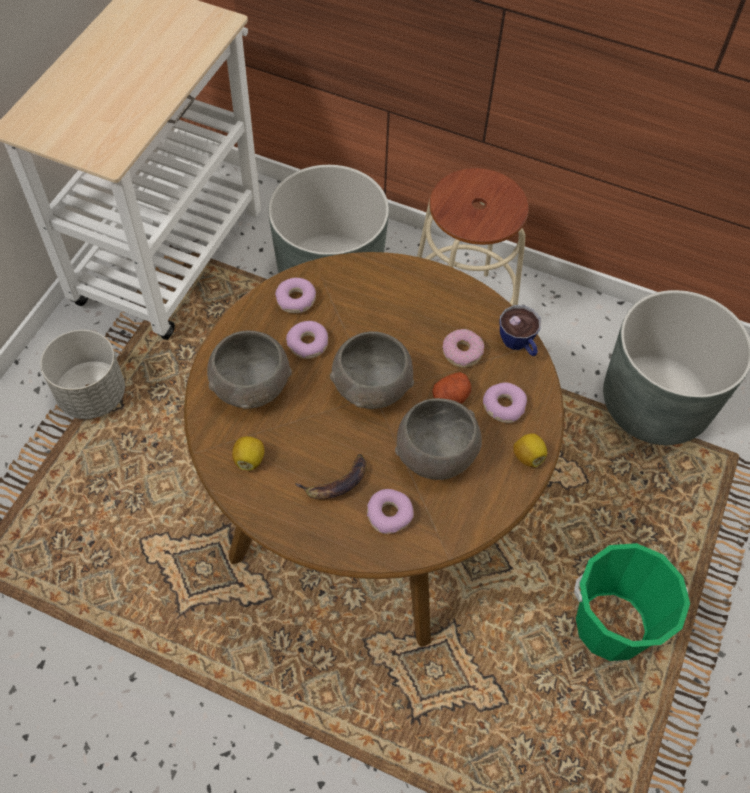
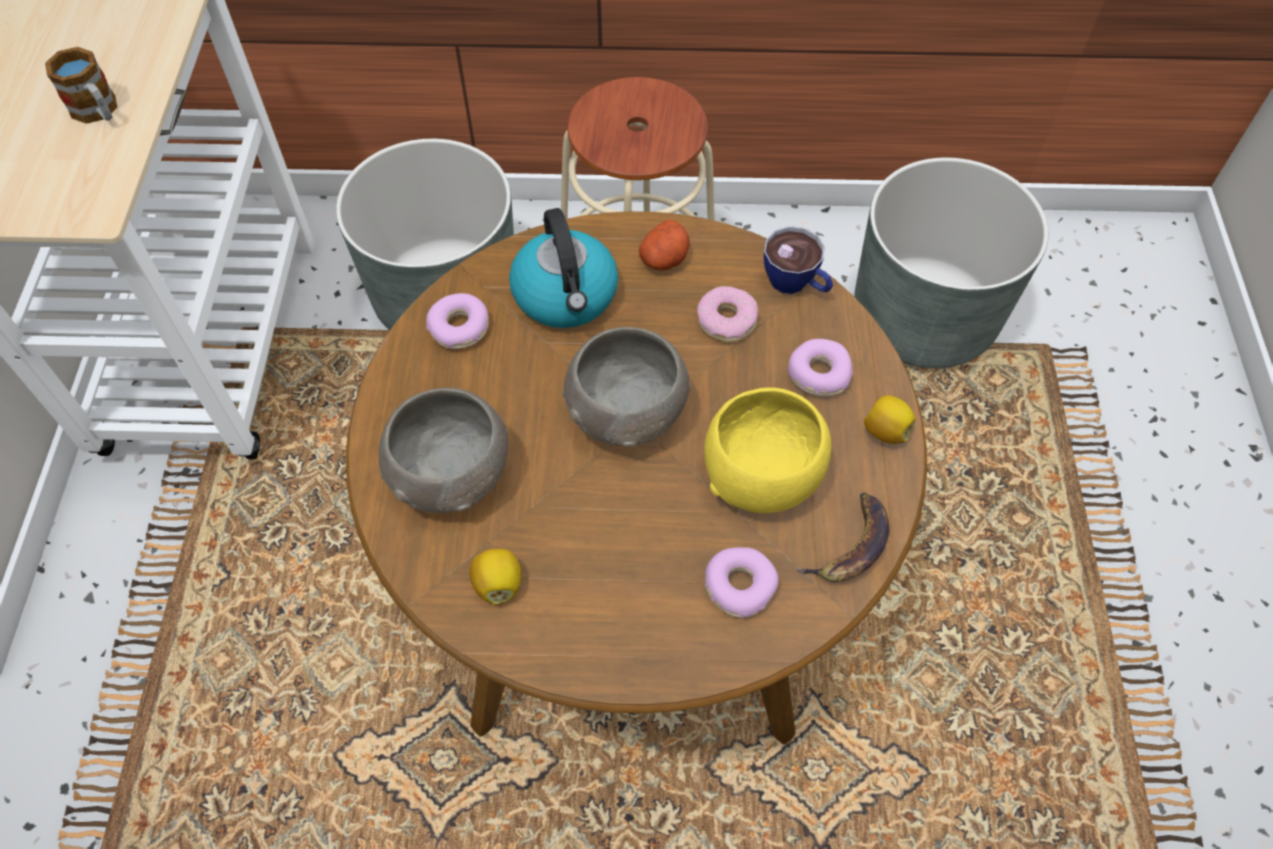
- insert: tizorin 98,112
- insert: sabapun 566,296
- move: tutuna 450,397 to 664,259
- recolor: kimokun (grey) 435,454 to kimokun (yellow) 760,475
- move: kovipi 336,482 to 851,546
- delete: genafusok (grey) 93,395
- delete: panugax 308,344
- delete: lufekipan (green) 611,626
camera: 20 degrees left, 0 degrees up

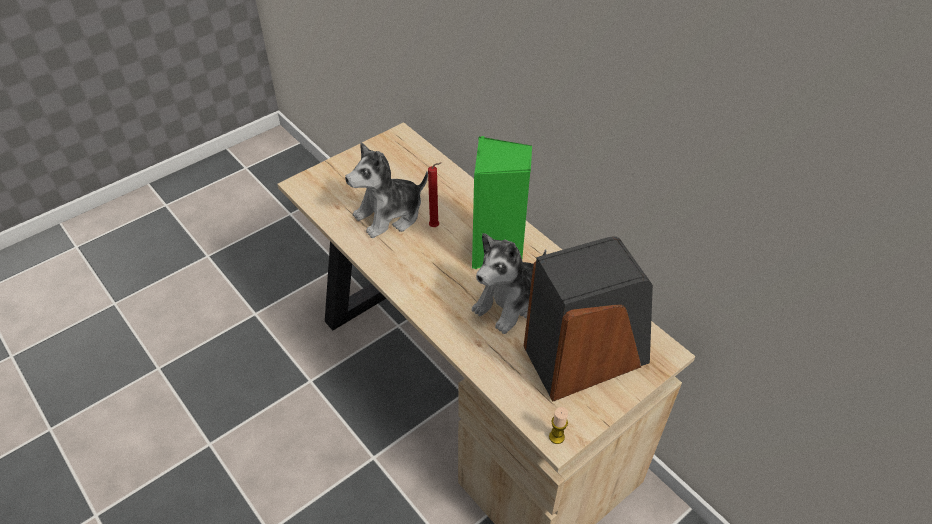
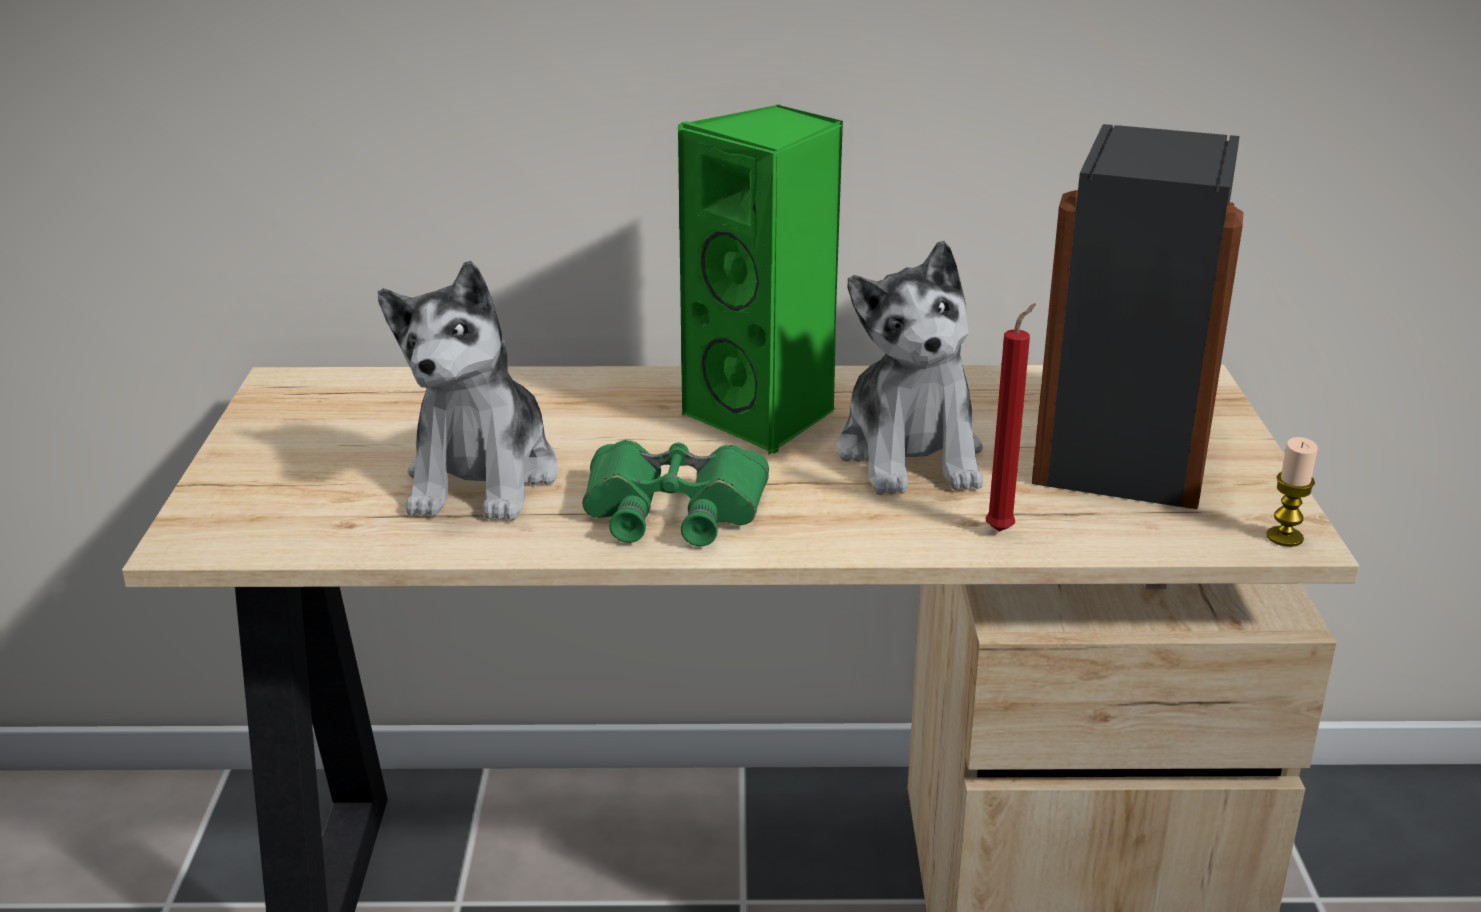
- insert: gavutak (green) 673,510
- move: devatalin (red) 436,227 to 1002,530
camera: 50 degrees left, 20 degrees down

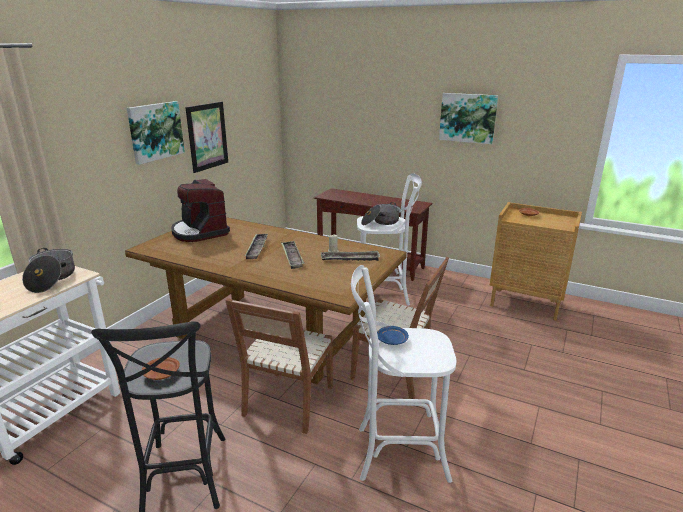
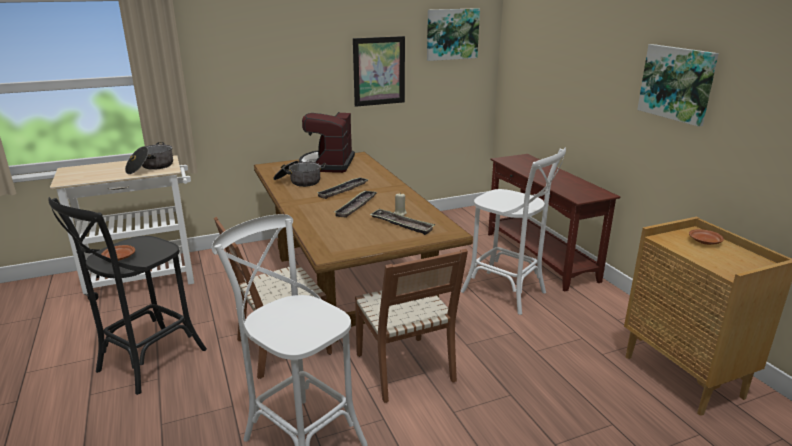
- move: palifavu 380,222 to 299,181
- move: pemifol 155,131 to 452,34
- delete: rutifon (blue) 392,340
camera: 40 degrees right, 0 degrees up

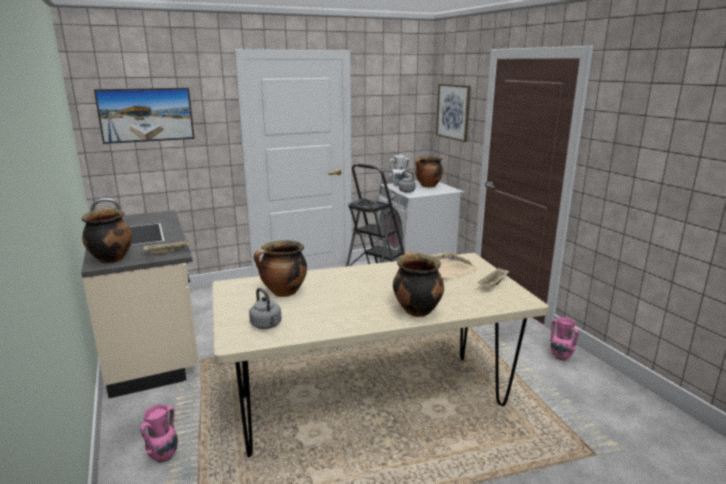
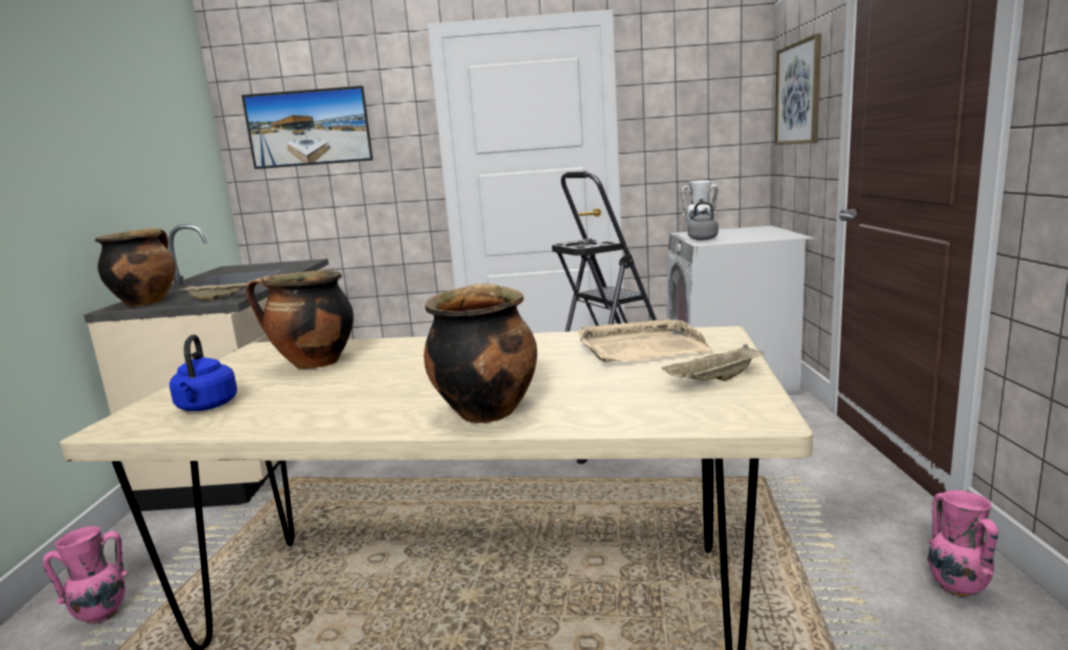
- recolor: sabapun (grey) 267,325 to sabapun (blue) 206,407
- delete: palifavu 428,186
camera: 25 degrees right, 5 degrees down

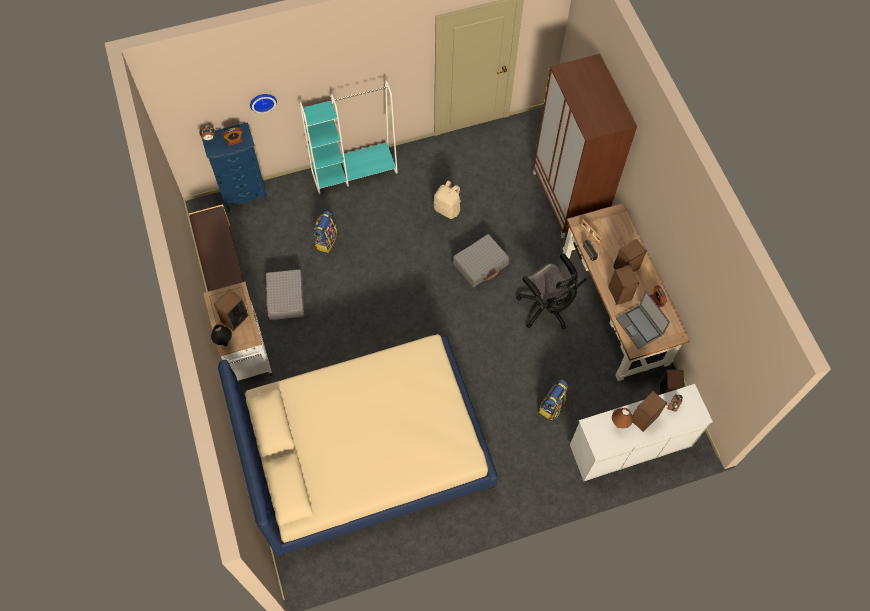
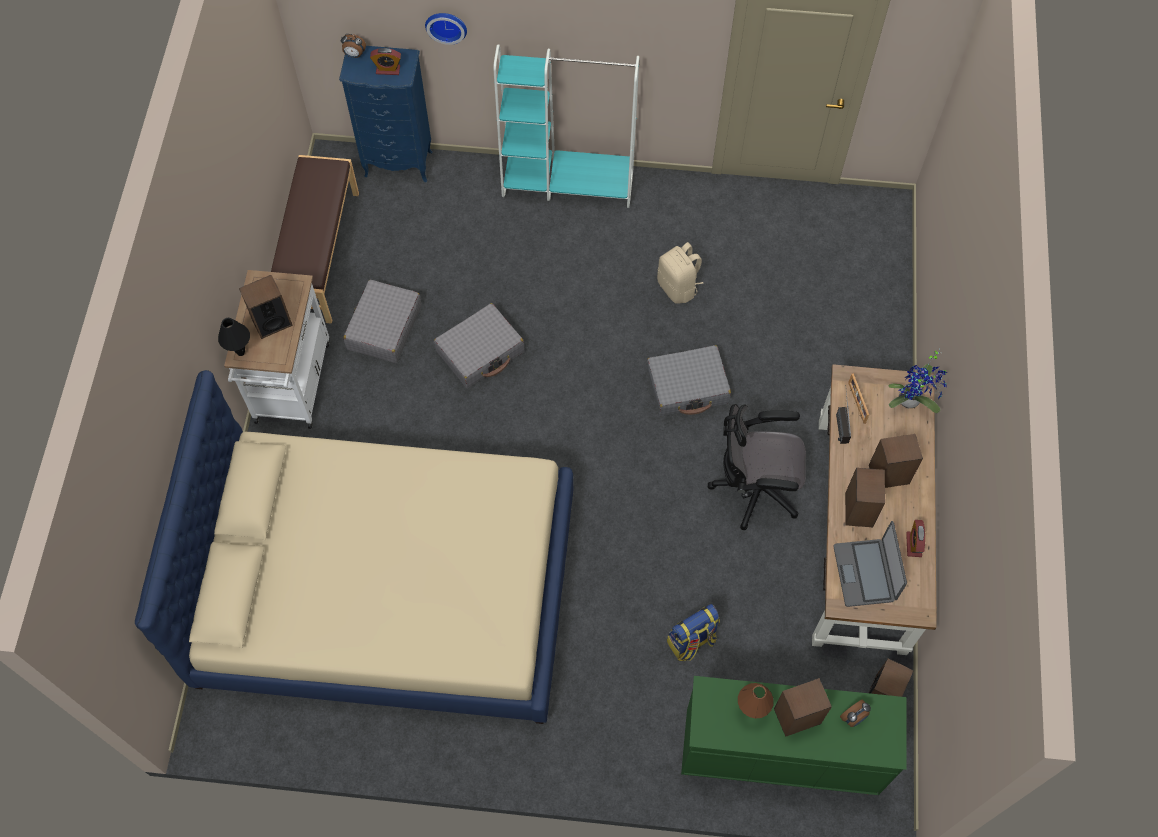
- insert: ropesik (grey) 480,352
- recolor: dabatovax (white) 629,448 to dabatovax (green) 779,755
- rotate: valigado 546,307 = 755,489 105 degrees clockwise
- insert: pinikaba 911,401
- delete: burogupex 326,240
- delete: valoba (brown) 568,199
camera: 25 degrees right, 0 degrees up

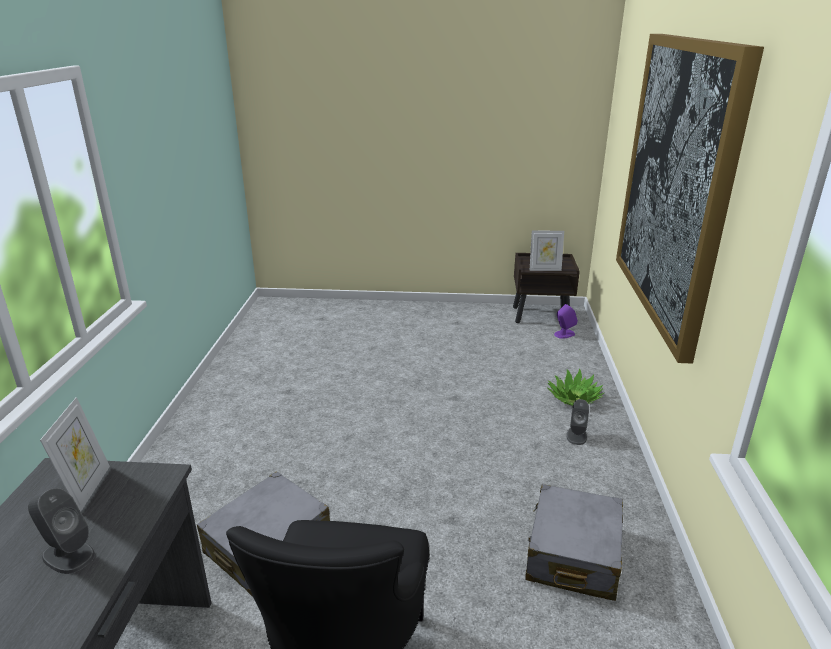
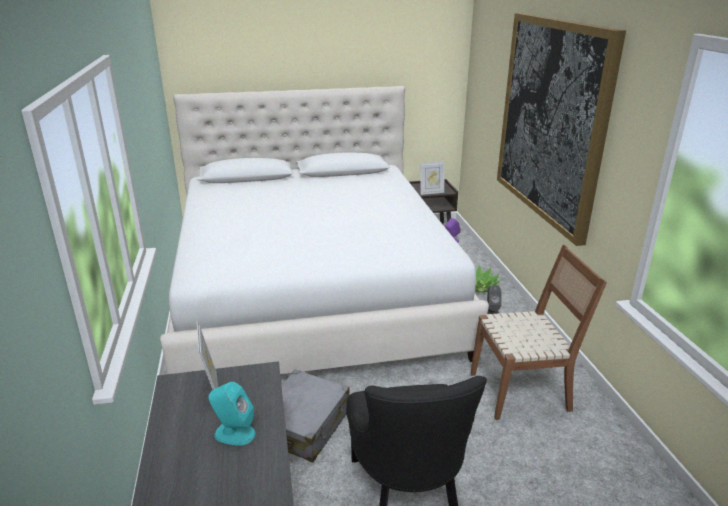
- insert: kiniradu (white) 313,290
- recolor: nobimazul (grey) 68,555 to nobimazul (turquoise) 234,433
- replace: ropesik (grey) 573,555 to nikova 523,391
camera: 15 degrees left, 0 degrees up

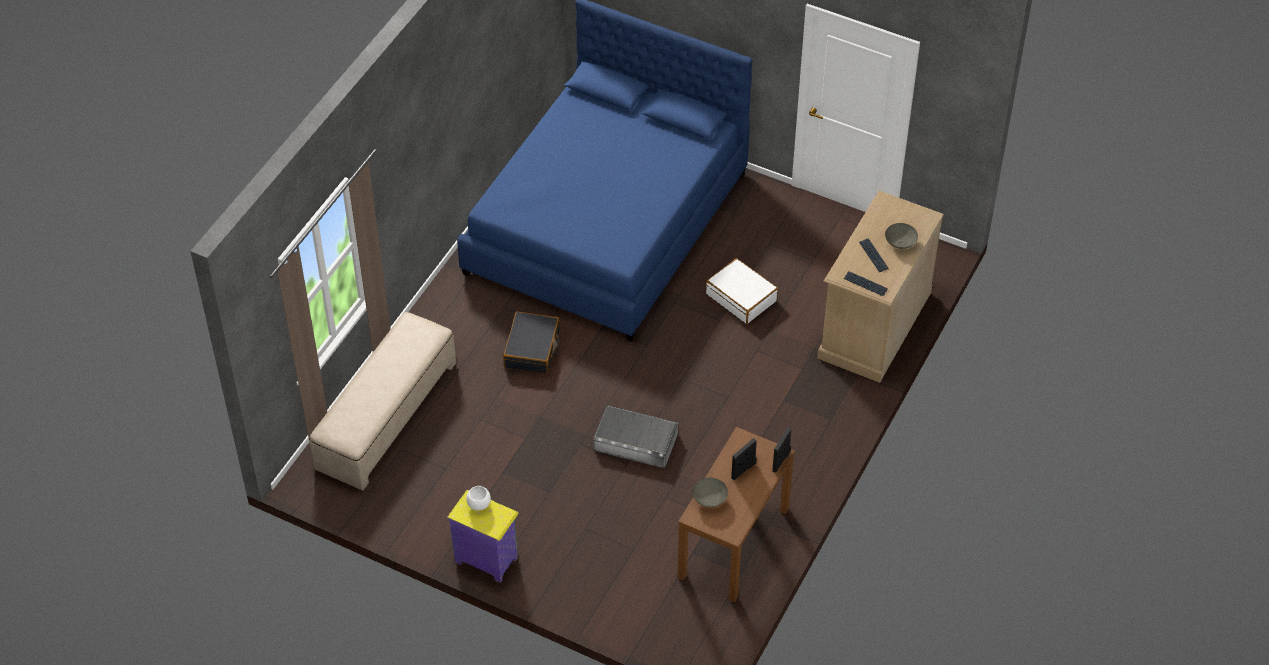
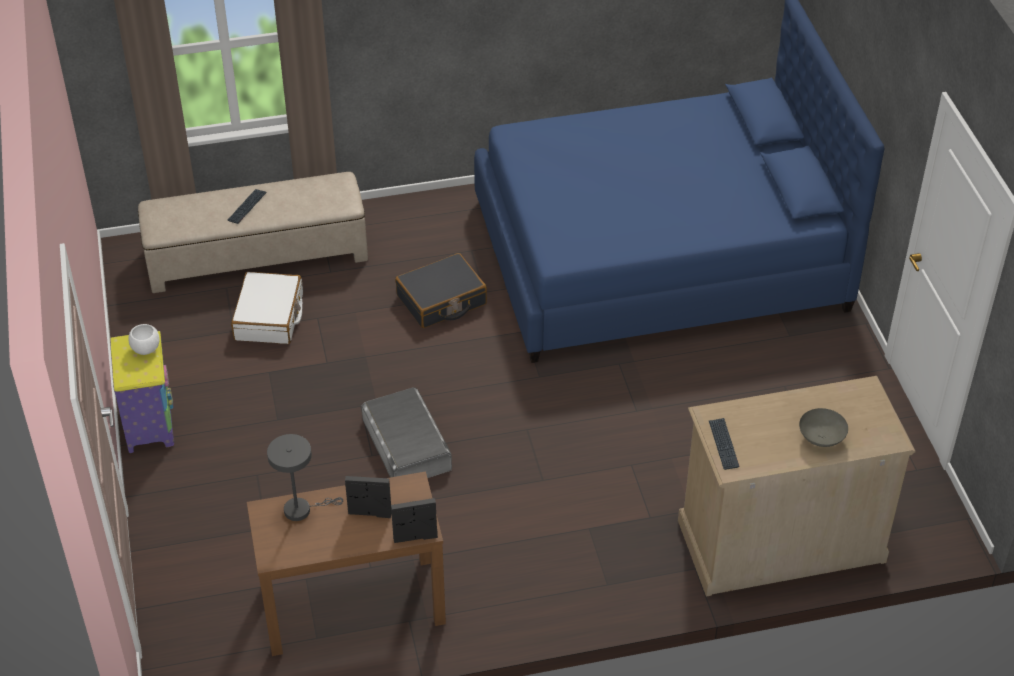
- move: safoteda 873,255 to 247,207
- move: ropesik (white) 741,297 to 269,317
- replace: kimokun (grey) 709,499 to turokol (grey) 302,509
camera: 50 degrees right, 5 degrees down

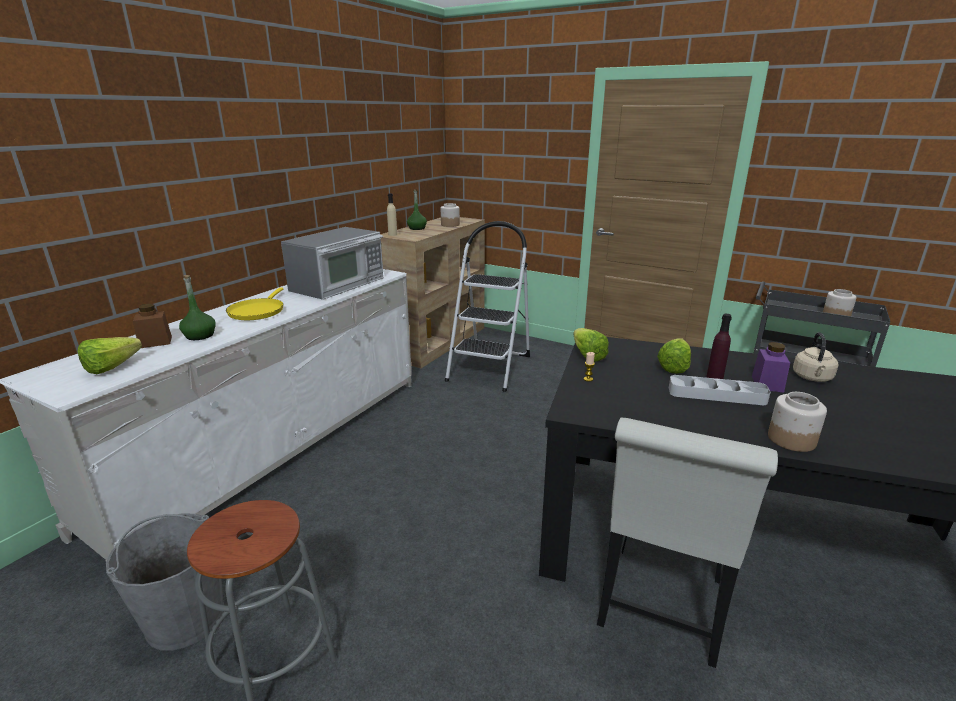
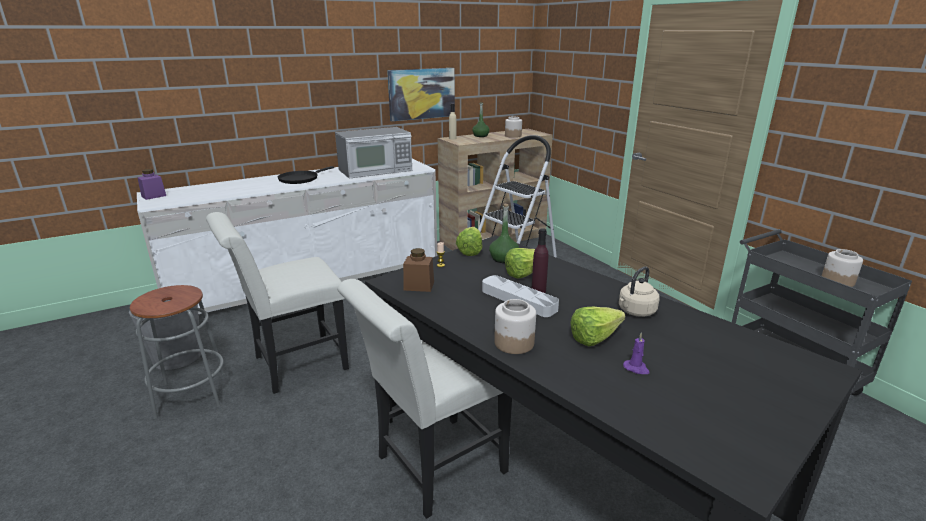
- move: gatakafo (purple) 767,384 to 154,196
- insert: nikova (white) 293,365
- recolor: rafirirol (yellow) 257,311 to rafirirol (black) 300,179
- insert: pemifol 421,93
- move: gatakafo (brown) 155,342 to 419,286
- move: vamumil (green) 200,336 to 504,259
- move: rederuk 117,366 to 599,338
- insert: devatalin (purple) 636,368
camera: 30 degrees right, 0 degrees up

